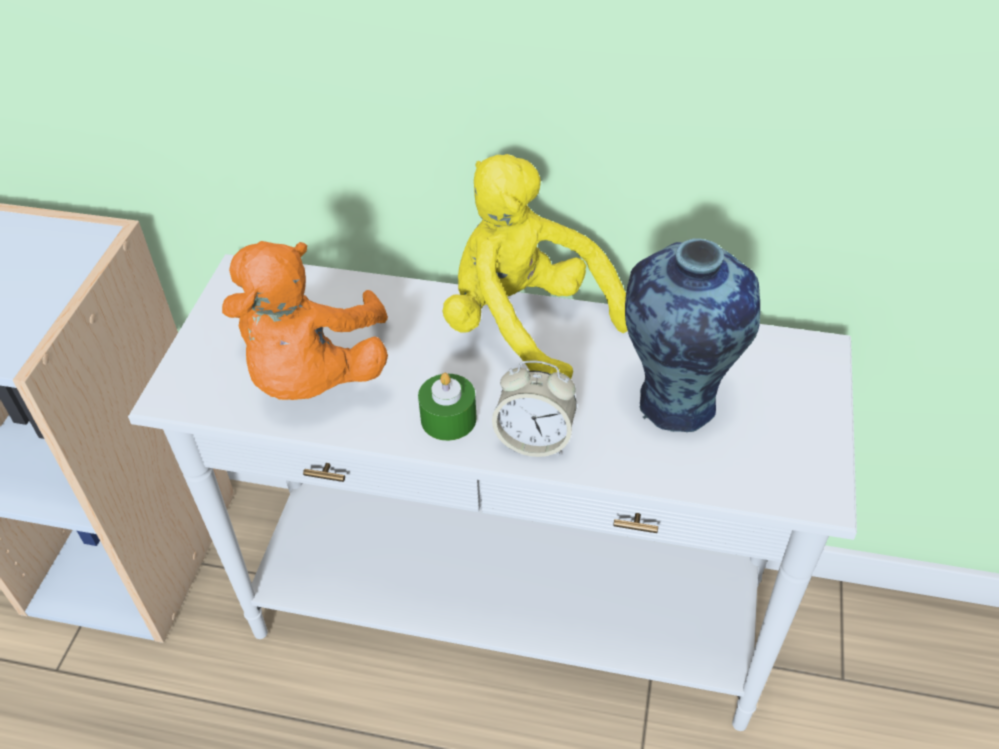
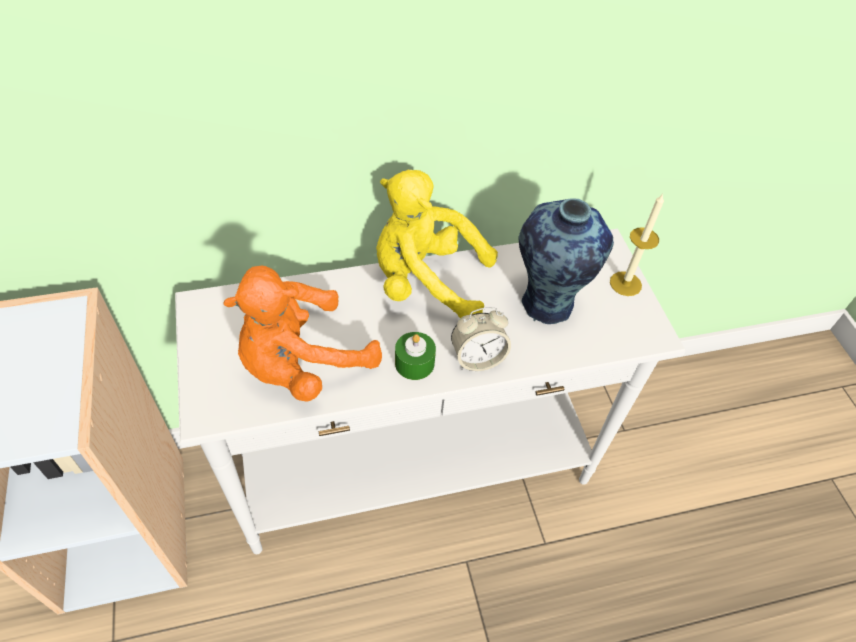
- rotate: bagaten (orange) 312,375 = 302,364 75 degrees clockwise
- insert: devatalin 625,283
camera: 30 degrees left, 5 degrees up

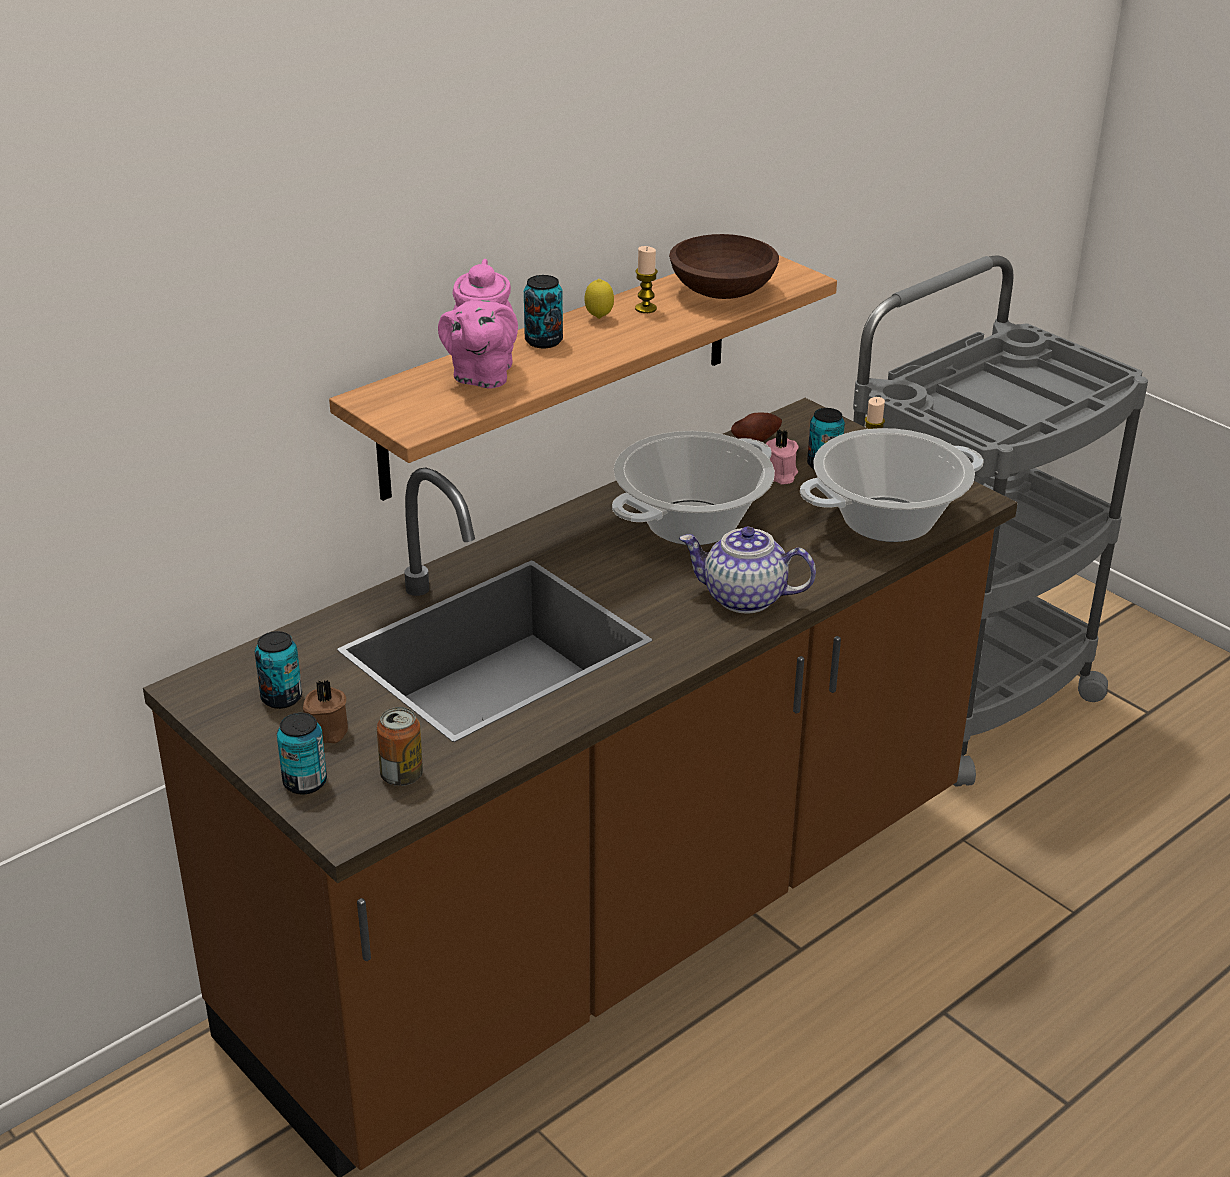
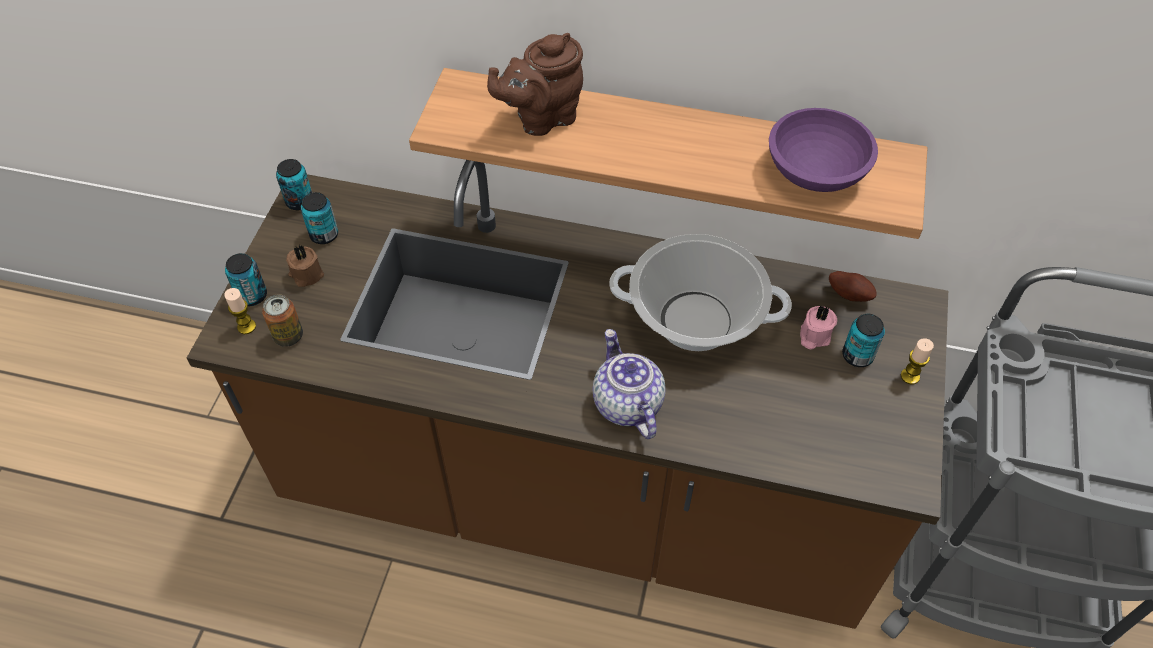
- move: devatalin 645,308 to 246,327
- move: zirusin 543,341 to 299,201
- recolor: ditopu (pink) 481,375 to ditopu (brown) 541,118
- recolor: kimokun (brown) 721,291 to kimokun (purple) 816,170
- delete: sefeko 599,318
- delete: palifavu 887,520
camera: 55 degrees right, 20 degrees up

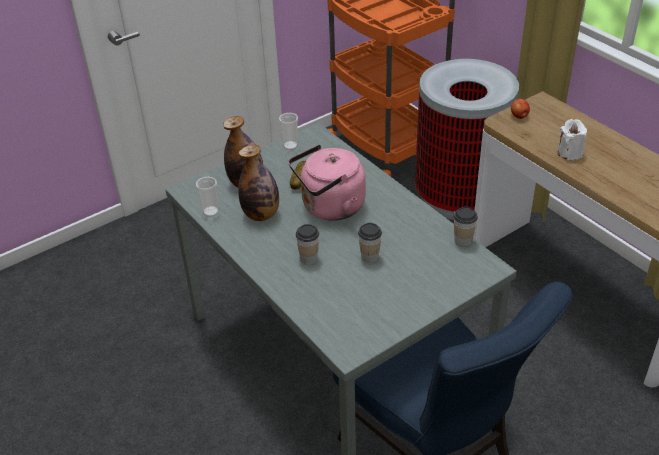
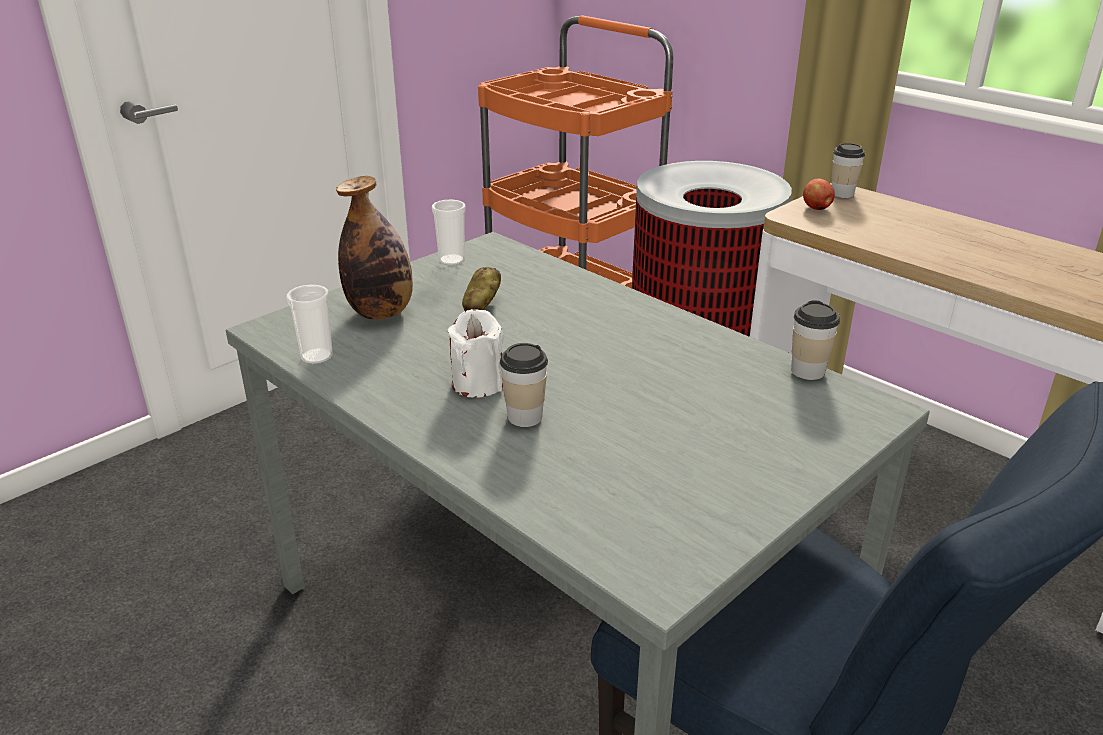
- move: devatalin (white) 569,153 to 478,384
- move: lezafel 369,256 to 842,193
- delete: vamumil 261,215
- delete: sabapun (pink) 330,208
camera: 10 degrees left, 10 degrees down

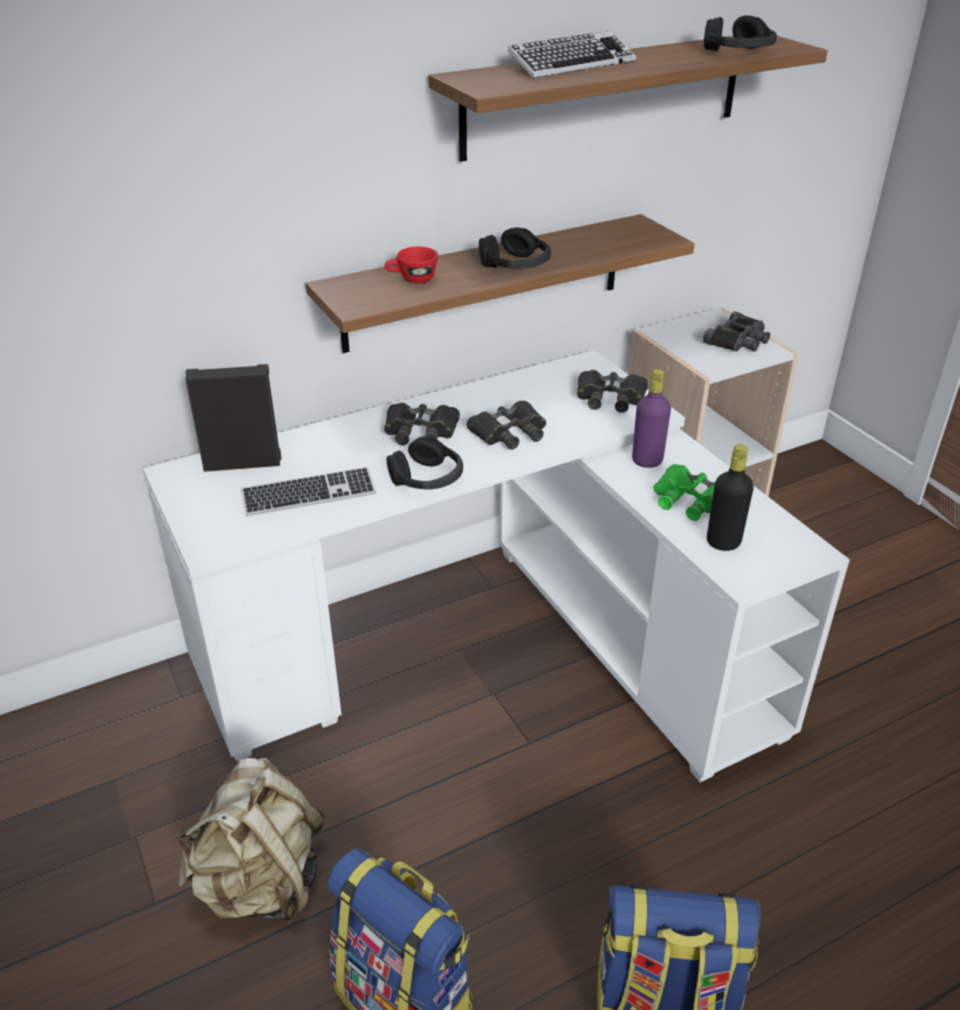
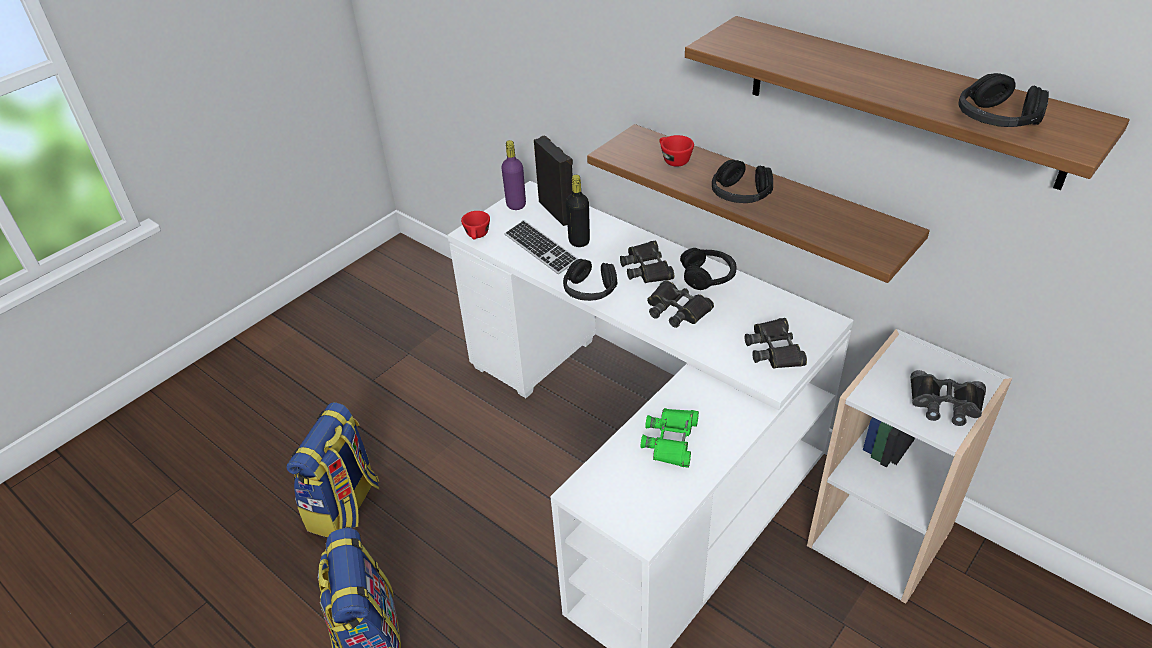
- insert: lezafel (red) 477,236
- move: vamumil (purple) 647,461 to 516,205
- move: vamumil (black) 723,542 to 579,241
- insert: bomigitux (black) 708,276
- delete: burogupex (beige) 261,883
- delete: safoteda 572,65
camera: 70 degrees right, 5 degrees up

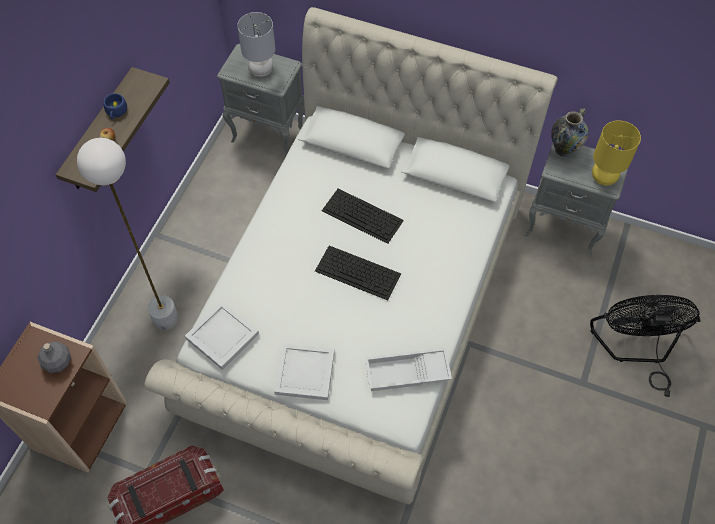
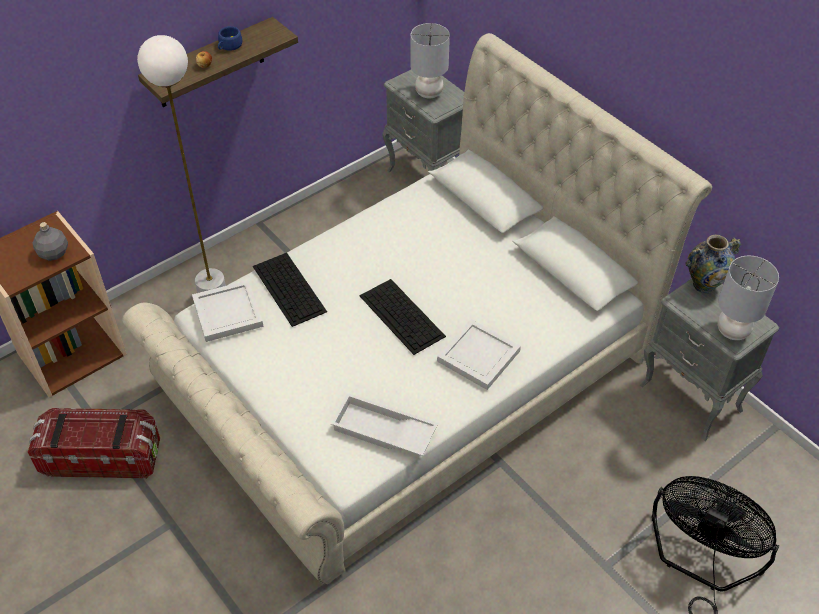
- move: safoteda 363,215 to 290,289
- move: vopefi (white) 304,373 to 477,356
- recolor: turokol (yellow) 603,178 to turokol (grey) 732,331
camera: 30 degrees right, 10 degrees down

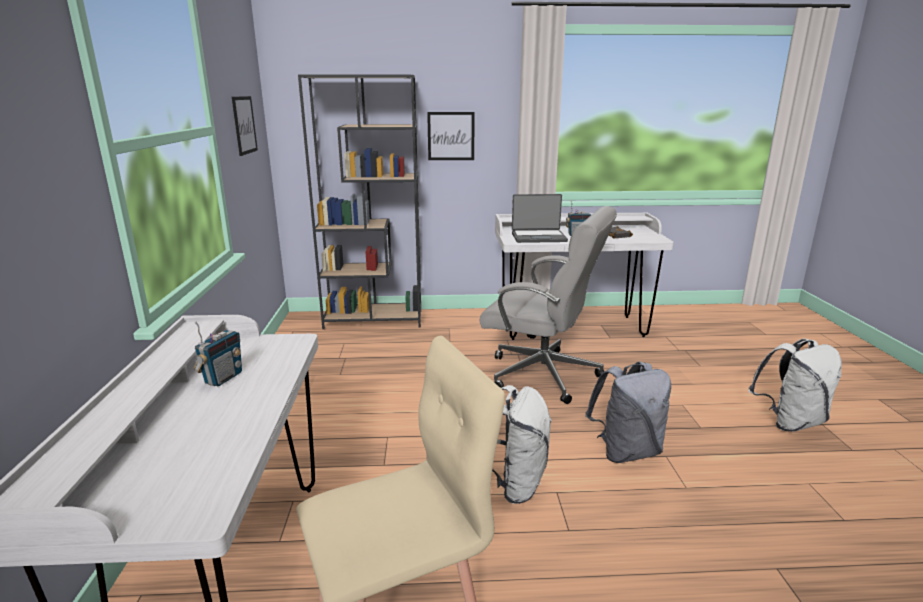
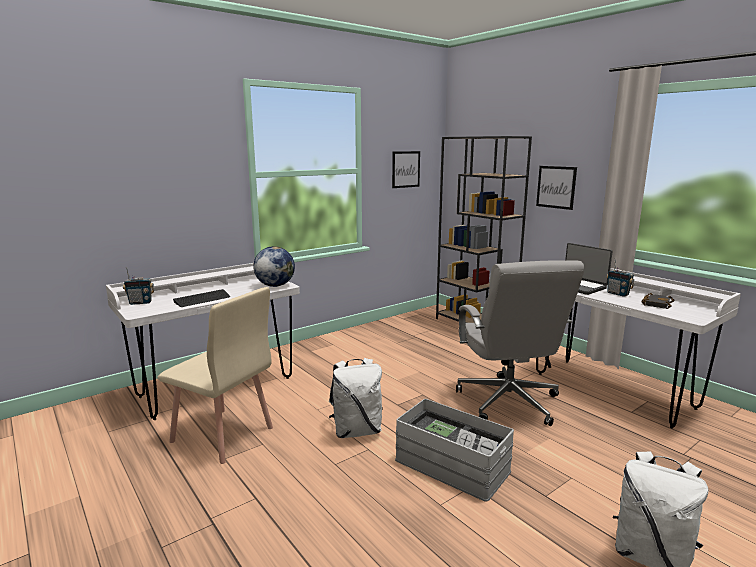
- move: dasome 223,378 to 140,302
- insert: safoteda 202,299
- insert: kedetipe 275,285
- replace: burogupex (grey) 626,451 to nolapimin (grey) 452,465
camera: 55 degrees right, 5 degrees down

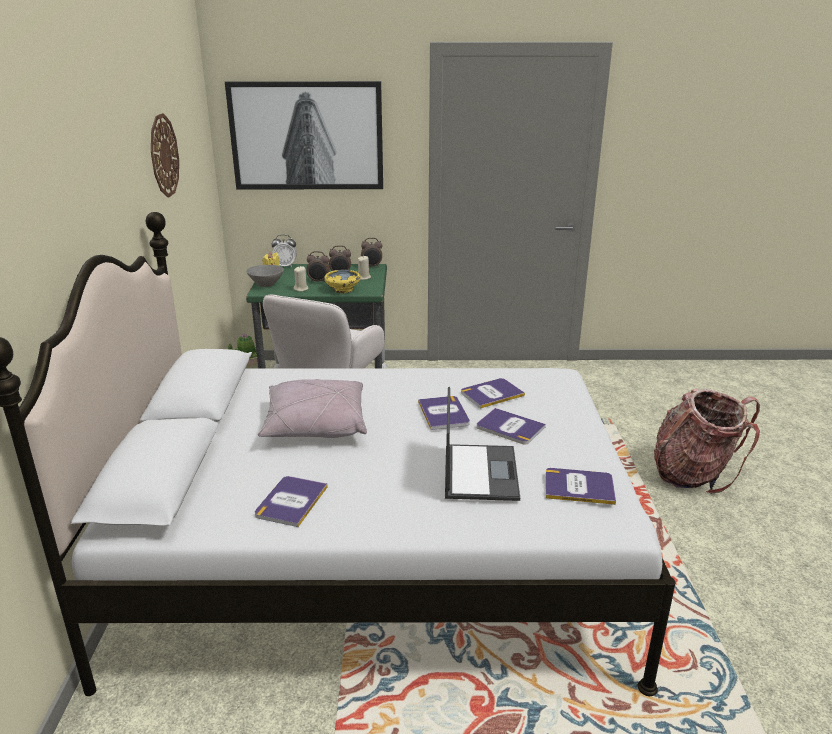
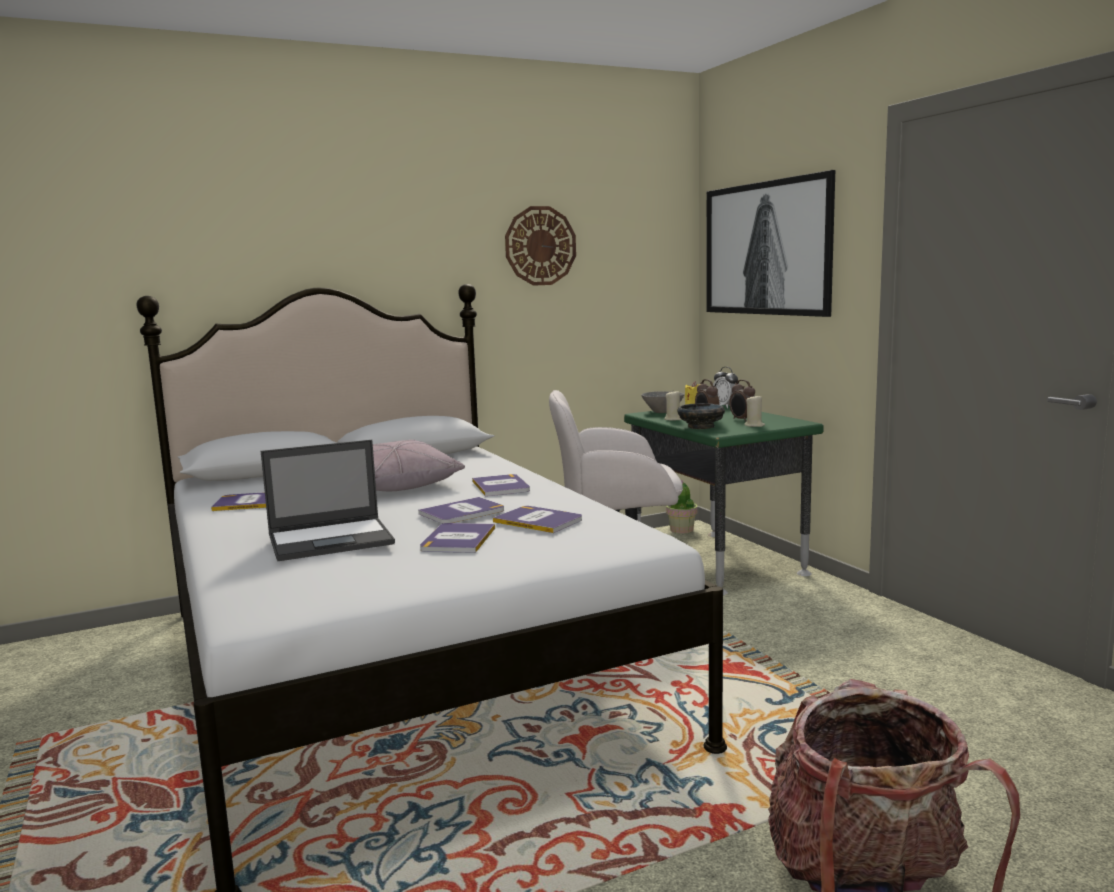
- move: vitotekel 579,487 to 501,486
- recolor: kimokun (yellow) 342,290 to kimokun (black) 700,427
- delete: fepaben 372,267
camera: 65 degrees right, 15 degrees down

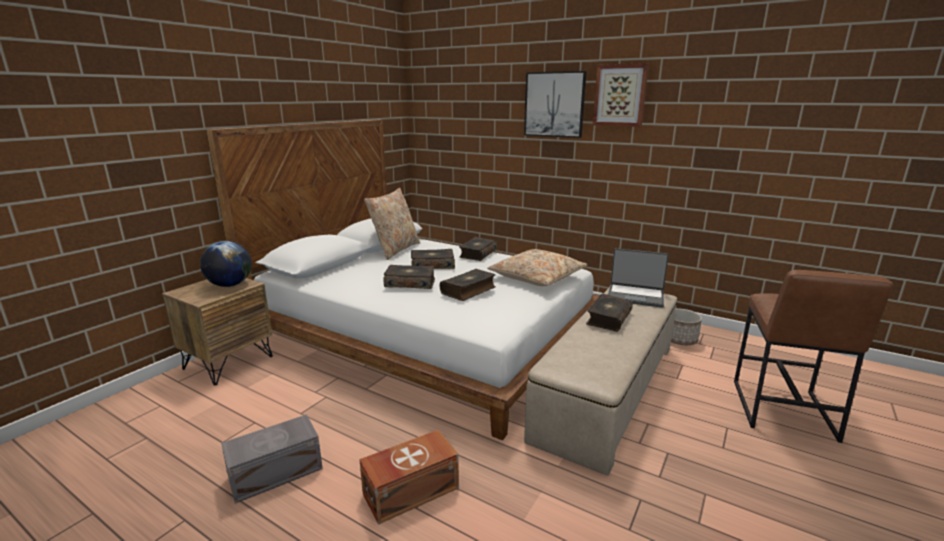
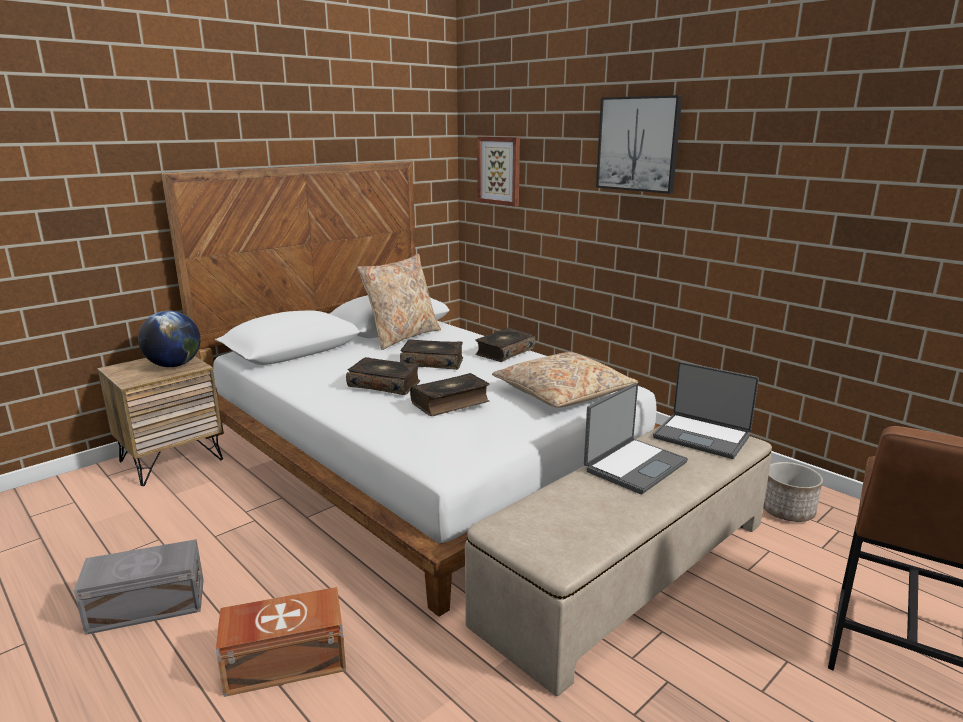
- move: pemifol 620,95 to 499,170
- replace: vitotekel 608,319 to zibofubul 634,466
camera: 15 degrees right, 0 degrees up

